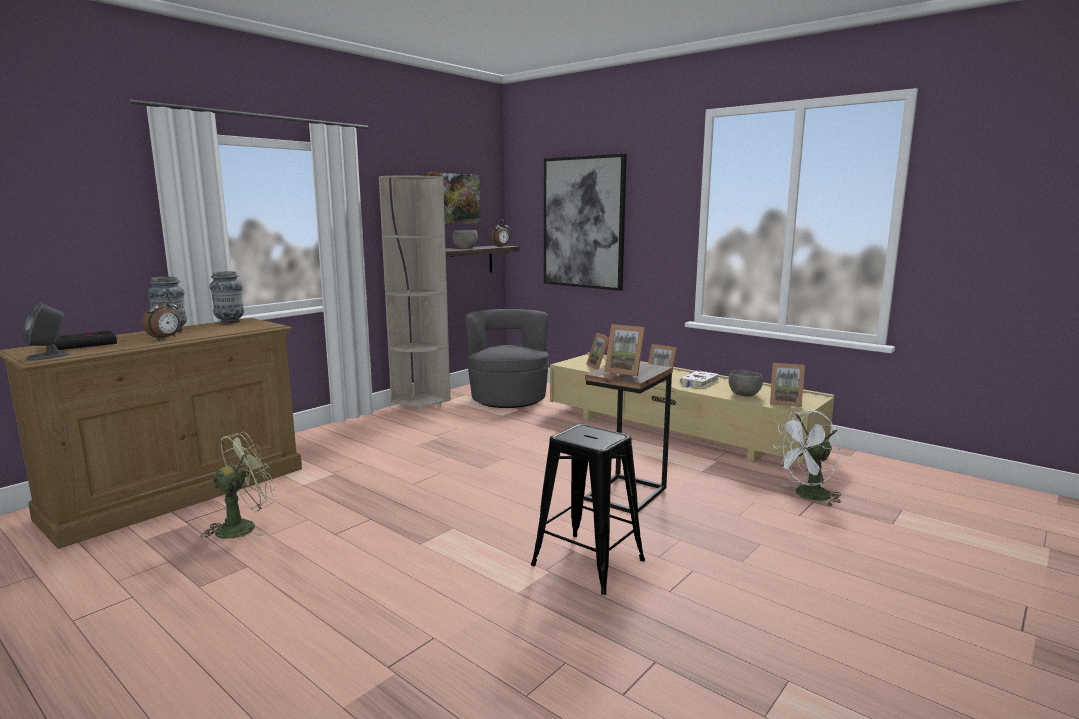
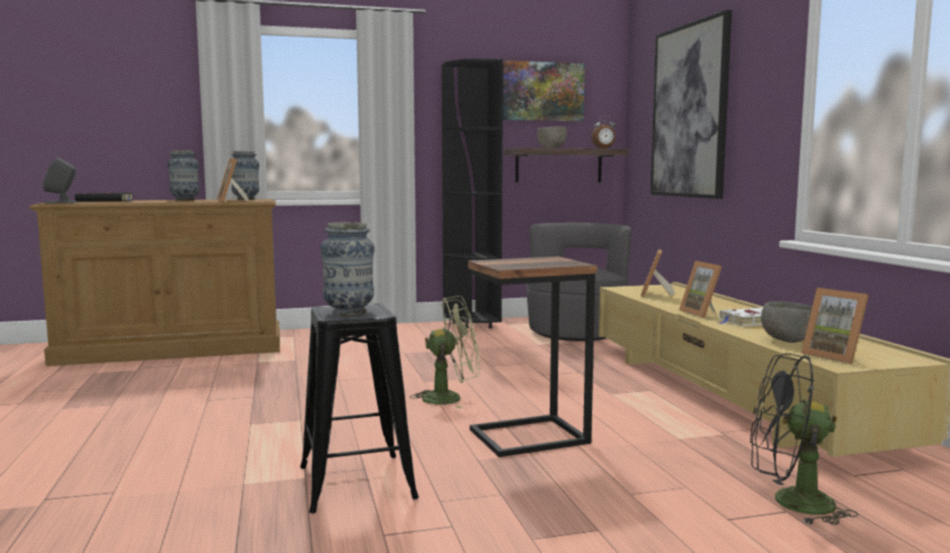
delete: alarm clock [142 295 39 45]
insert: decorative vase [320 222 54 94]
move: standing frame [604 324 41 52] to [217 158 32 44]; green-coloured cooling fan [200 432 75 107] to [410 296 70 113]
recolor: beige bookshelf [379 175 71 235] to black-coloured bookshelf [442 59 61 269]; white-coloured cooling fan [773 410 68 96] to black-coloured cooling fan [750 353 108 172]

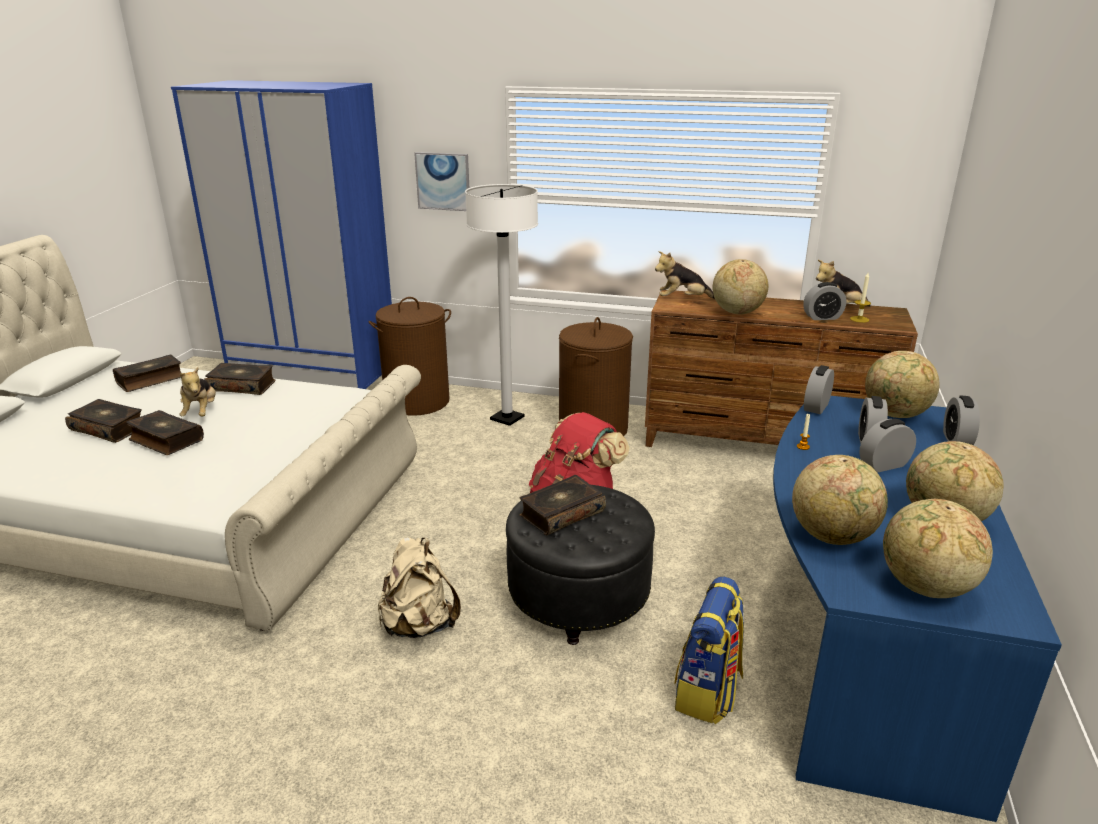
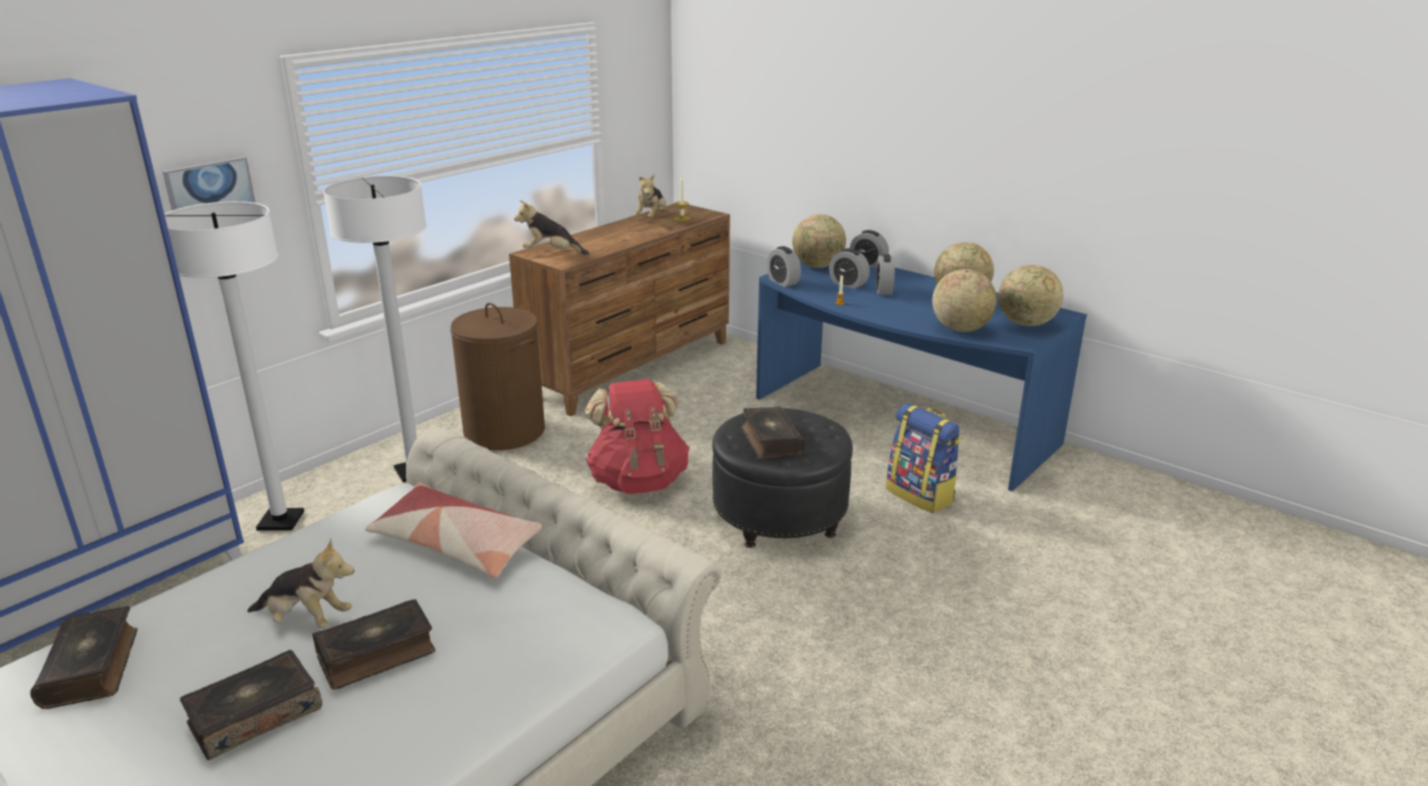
delete: world globe [712 259 56 55]; alarm clock [803 282 43 38]; bound book [204 363 71 32]; beige backpack [378 537 83 101]
insert: pillow [365 482 177 96]
replace: brown-coloured washing basket [368 297 83 119] to white-coloured floor lamp [164 201 140 330]
rotate: cuddly toy [655 251 60 48] = [514 200 75 55] 75 degrees clockwise

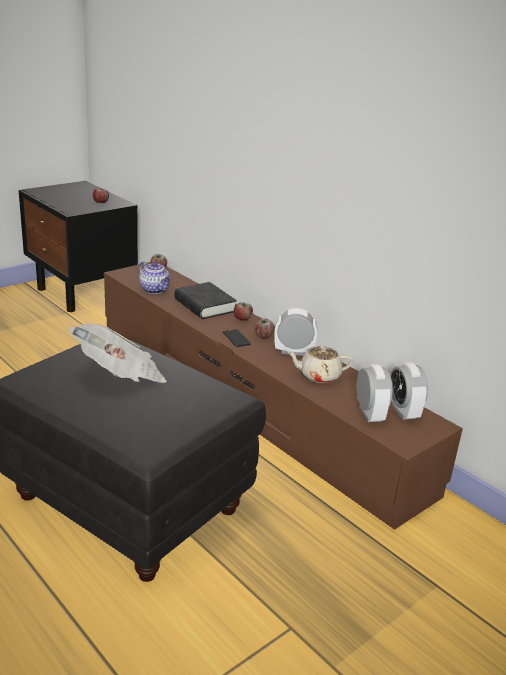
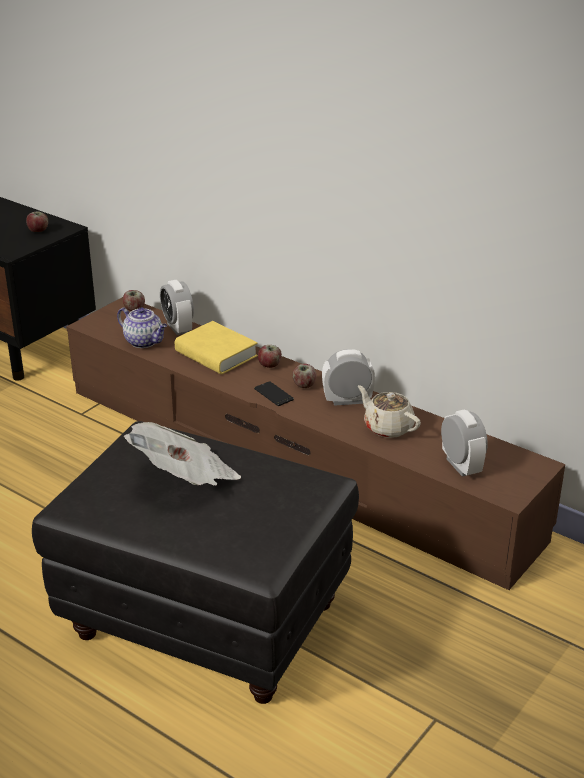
move: alarm clock [390 362 38 58] to [160 280 34 55]
recolor: black-coloured bound book [175 282 62 37] to yellow-coloured bound book [175 321 83 53]
rotate: beige teapot [287 345 67 38] = [358 385 63 53] 60 degrees clockwise

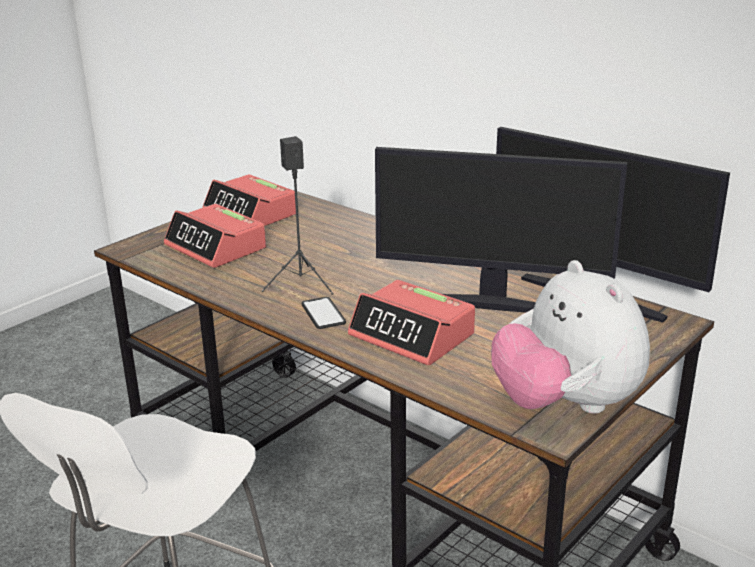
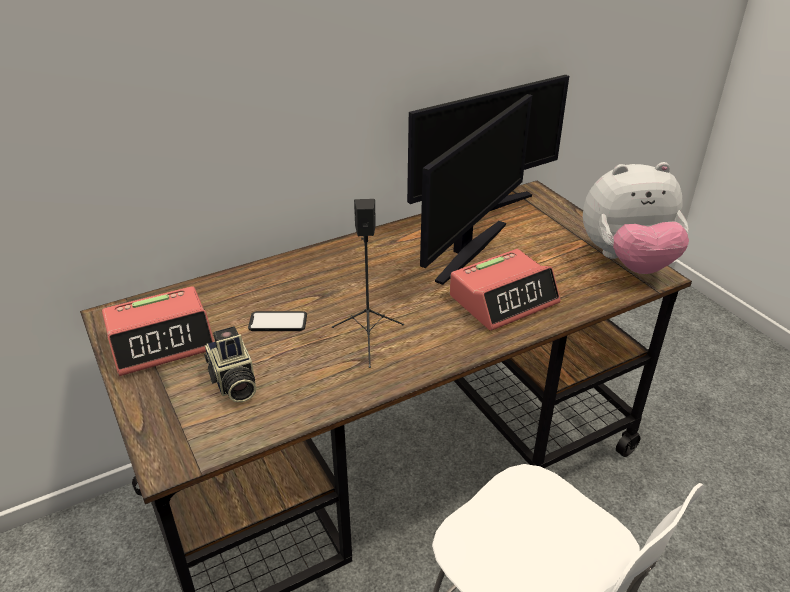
move: phone [302 297 44 32] to [248 311 59 20]
replace: alarm clock [164 204 102 64] to still camera [204 326 52 76]

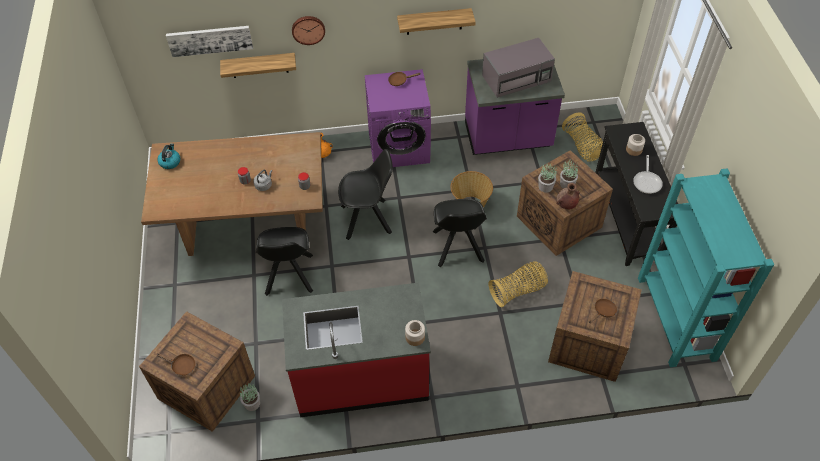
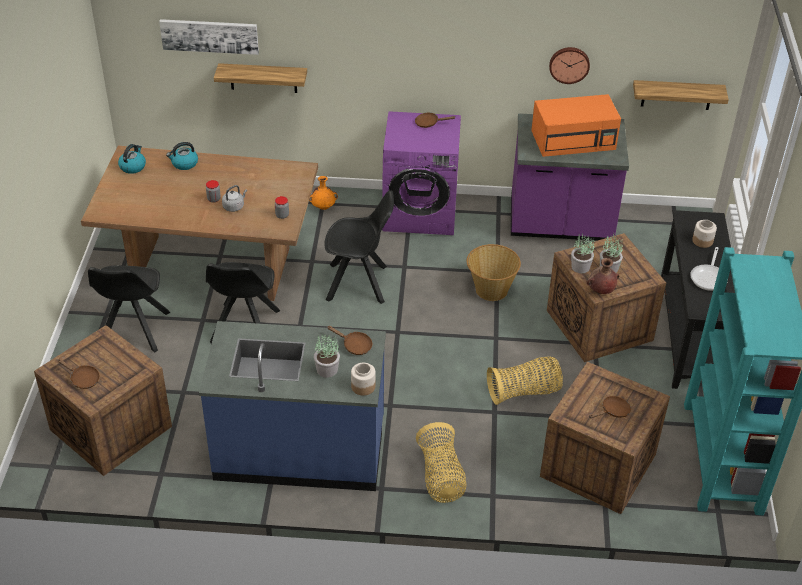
insert: water kettle [166 142 32 28]; brown-coloured pan [327 326 45 29]
move: wall shelf [397 8 79 27] to [633 80 96 30]; hanging clock [292 16 33 29] to [549 47 41 37]; household basket [562 112 41 50] to [416 422 51 81]; black-coloured upright chair [433 199 54 68] to [88 265 82 88]; plant in a pot [240 383 20 28] to [314 334 26 44]
recolor: gray microwave [482 38 73 60] to orangey microwave [531 94 90 63]; red-coloured kitchen base unit [282 283 149 134] to blue kitchen base unit [199 321 187 170]

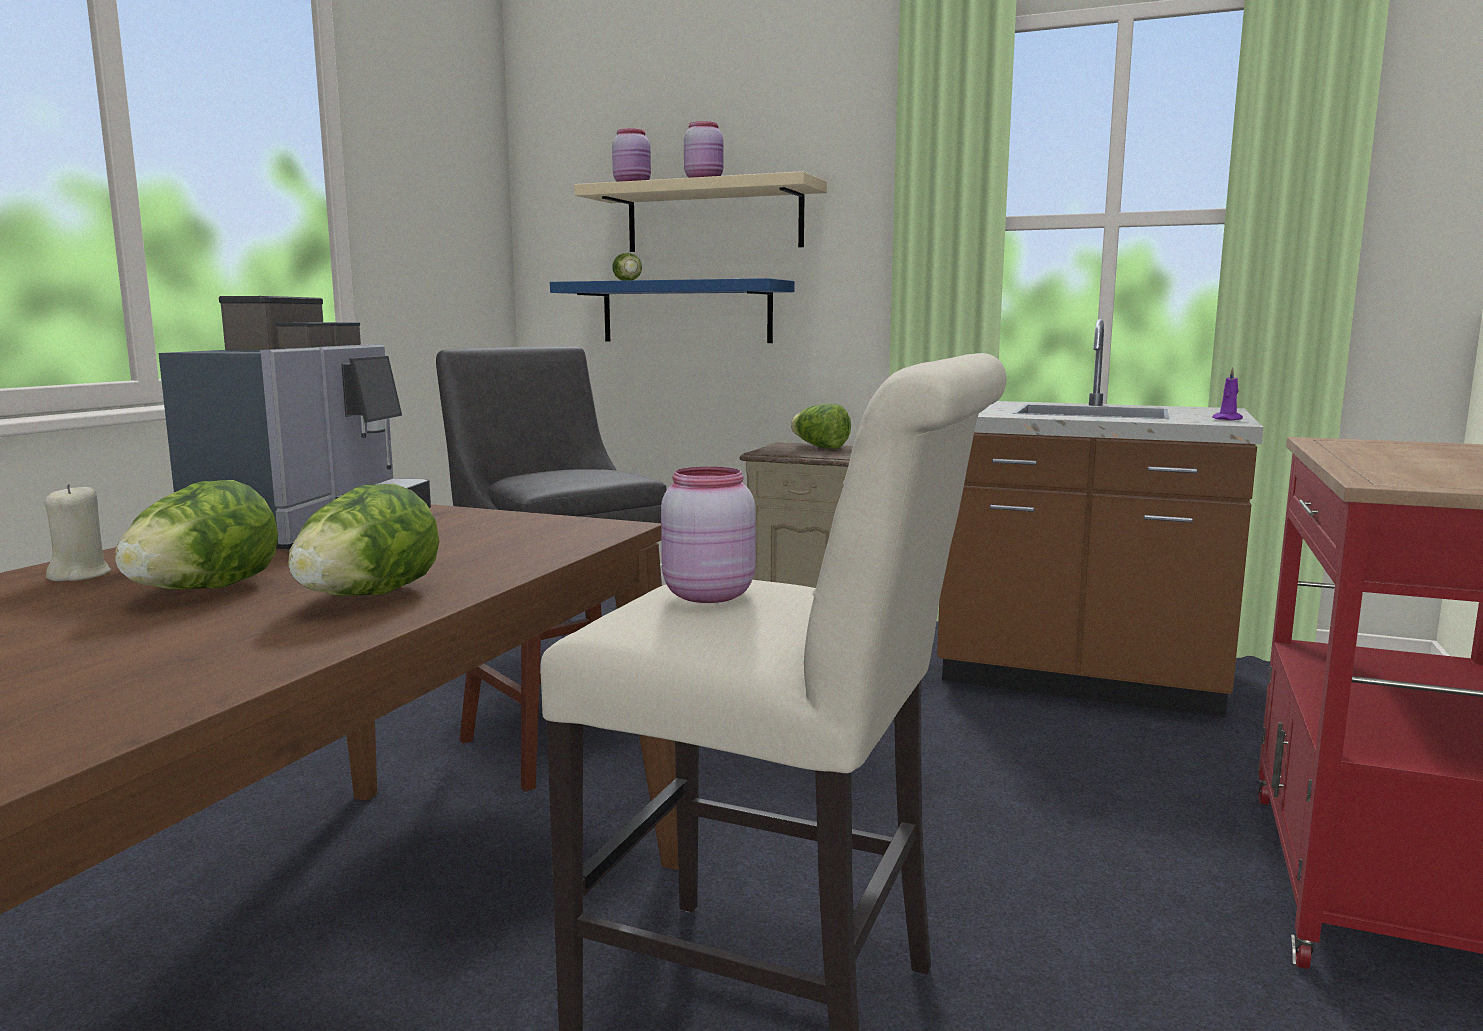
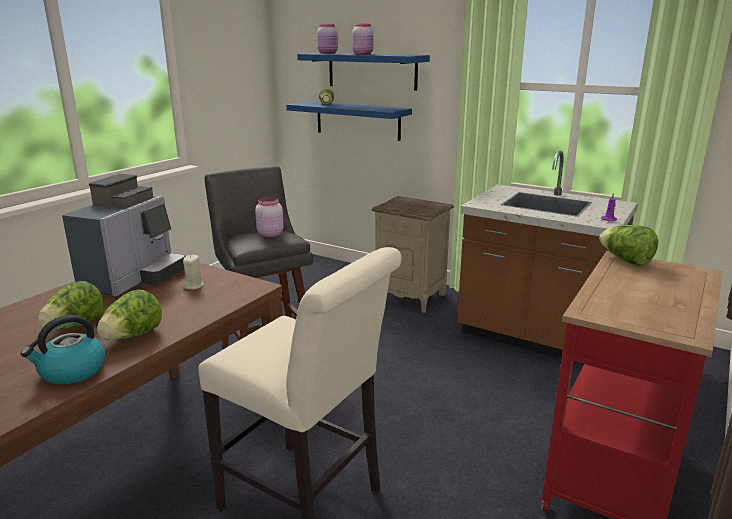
insert: water kettle [21 315 84 69]
move: head of lettuce [791 404 60 45] to [600 225 58 41]; pinkish jar [661 467 95 136] to [255 197 29 40]; beige wax candle [44 484 67 97] to [183 255 21 35]
recolor: beige wall shelf [574 171 253 81] to blue wall shelf [297 53 133 38]

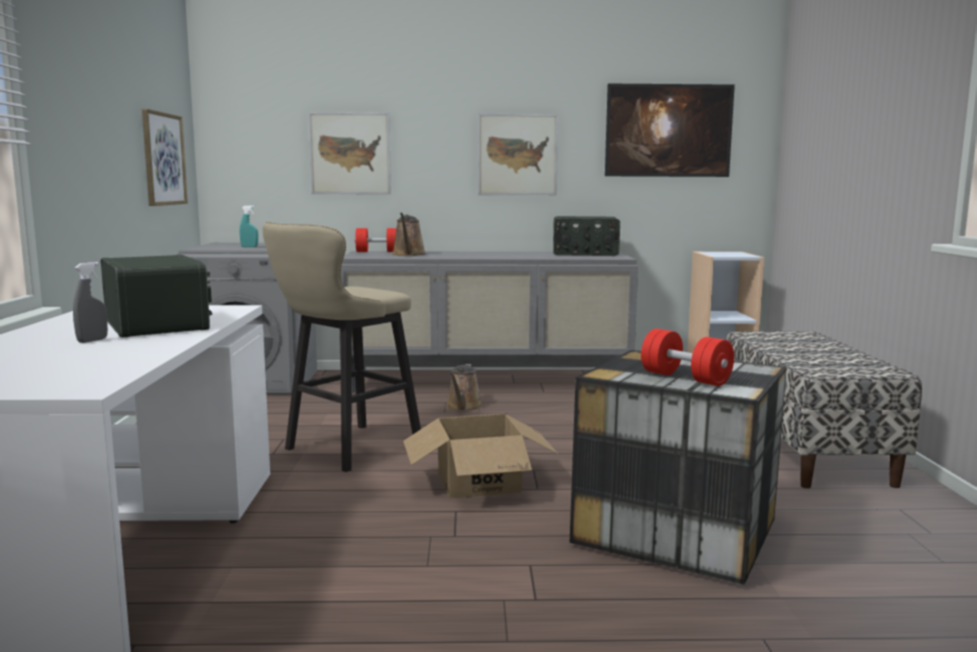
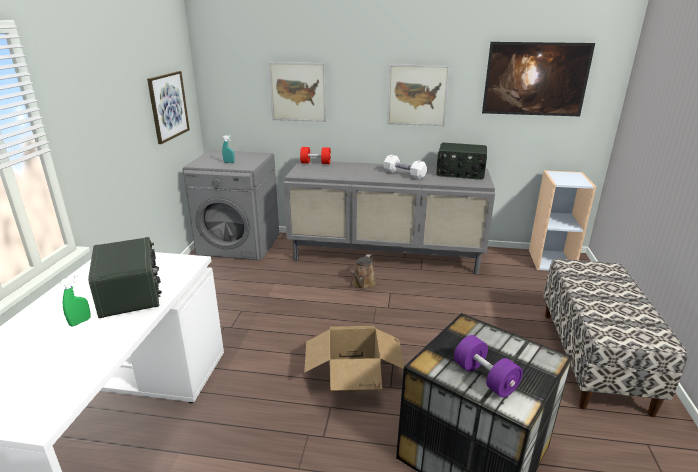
delete: brown-coloured watering can [392 213 34 43]; beige stool [263 222 158 250]
insert: white-coloured dumbbell [384 155 43 24]
recolor: gray spray bottle [73 262 35 81] to green-coloured spray bottle [60 274 31 52]; red-coloured dumbbell [641 329 93 57] to purple dumbbell [454 335 69 63]

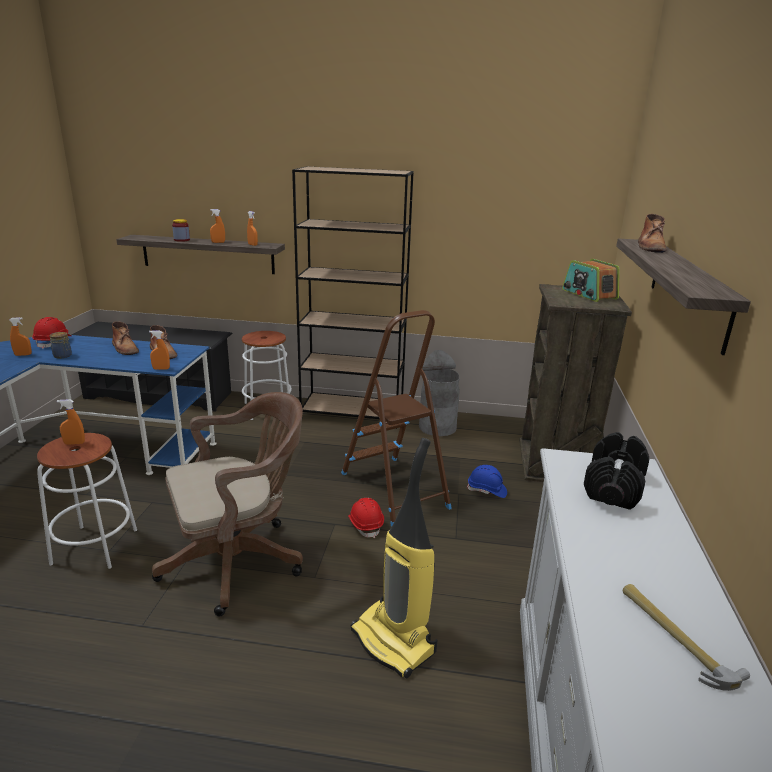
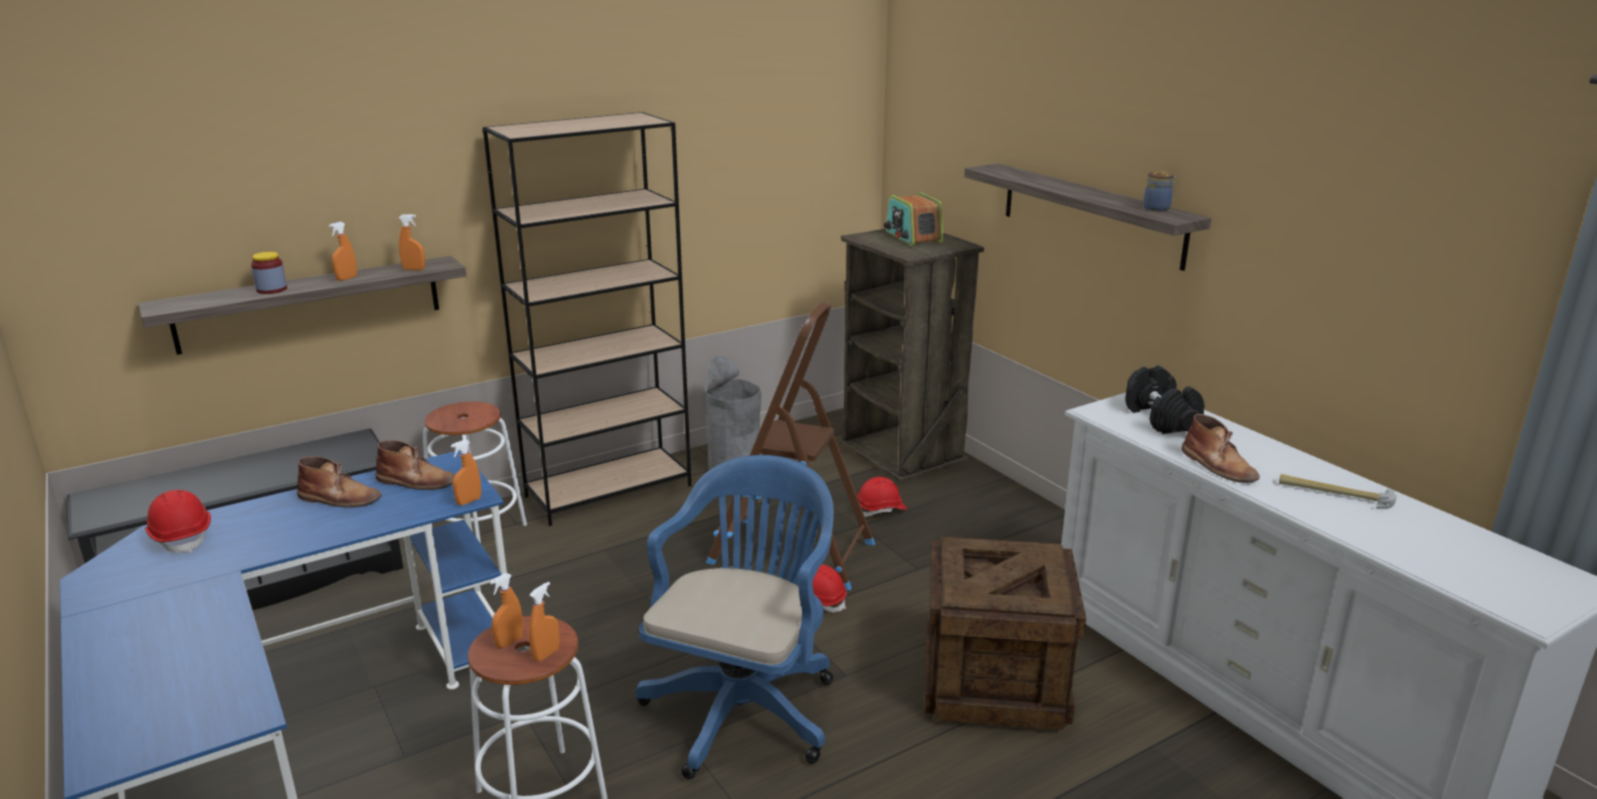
move: brown-coloured tall boot [638 214 29 39] to [1182 414 78 69]; orangey spray bottle [9 317 23 39] to [529 582 31 80]; jar [49 332 23 27] to [1143 171 33 41]
replace: vacuum [351 438 86 240] to shipping crate [925 536 161 194]
recolor: brown-coloured office chair [152 392 151 225] to blue office chair [635 455 199 324]; blue safety helmet [467 465 40 33] to red-coloured safety helmet [857 477 50 40]
rotate: radio set [562 259 58 43] = [884 192 59 54] 45 degrees clockwise

